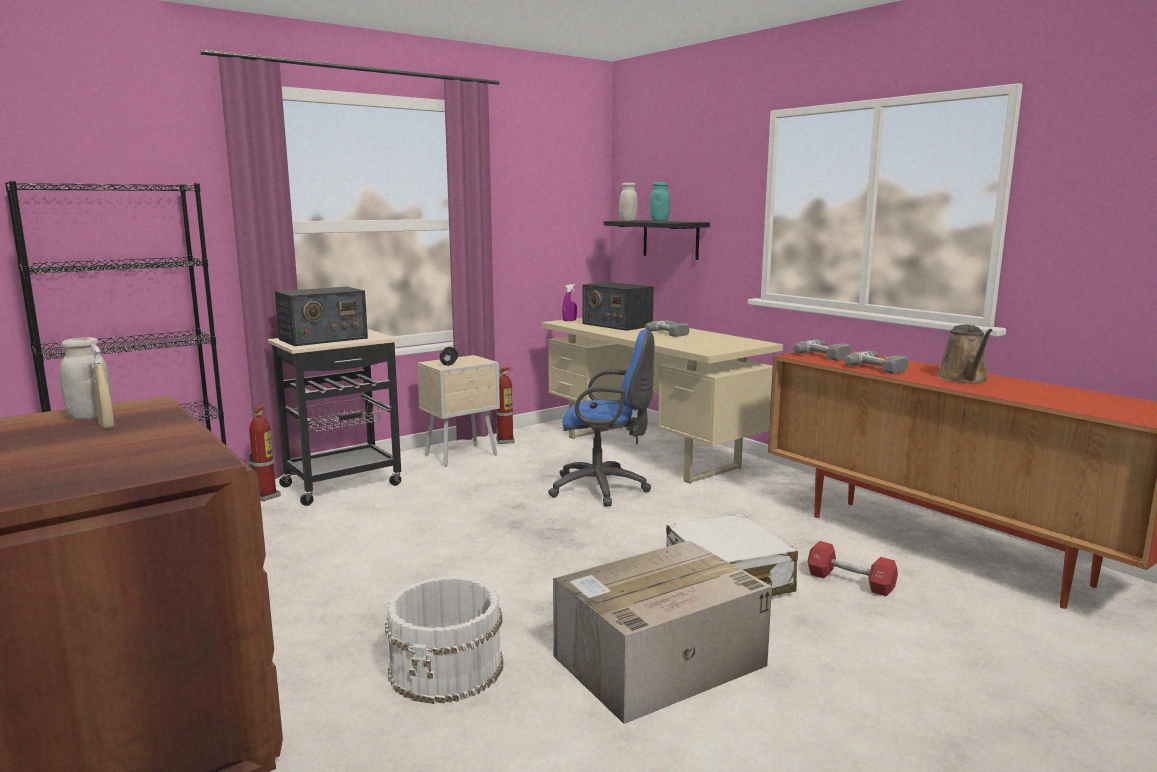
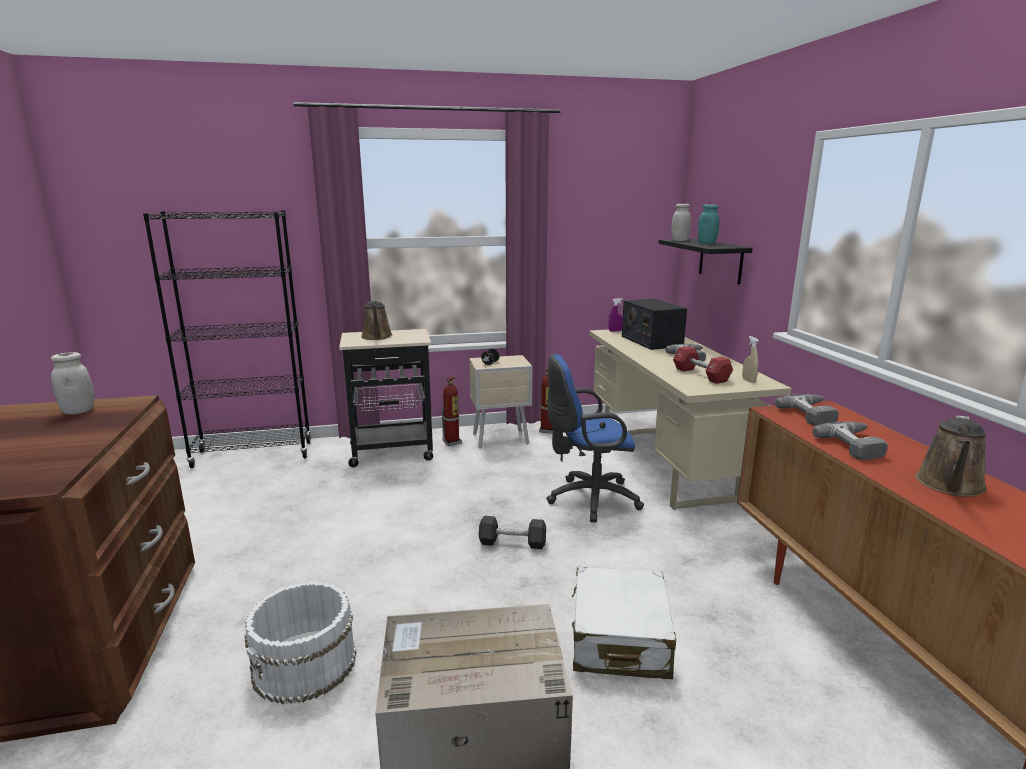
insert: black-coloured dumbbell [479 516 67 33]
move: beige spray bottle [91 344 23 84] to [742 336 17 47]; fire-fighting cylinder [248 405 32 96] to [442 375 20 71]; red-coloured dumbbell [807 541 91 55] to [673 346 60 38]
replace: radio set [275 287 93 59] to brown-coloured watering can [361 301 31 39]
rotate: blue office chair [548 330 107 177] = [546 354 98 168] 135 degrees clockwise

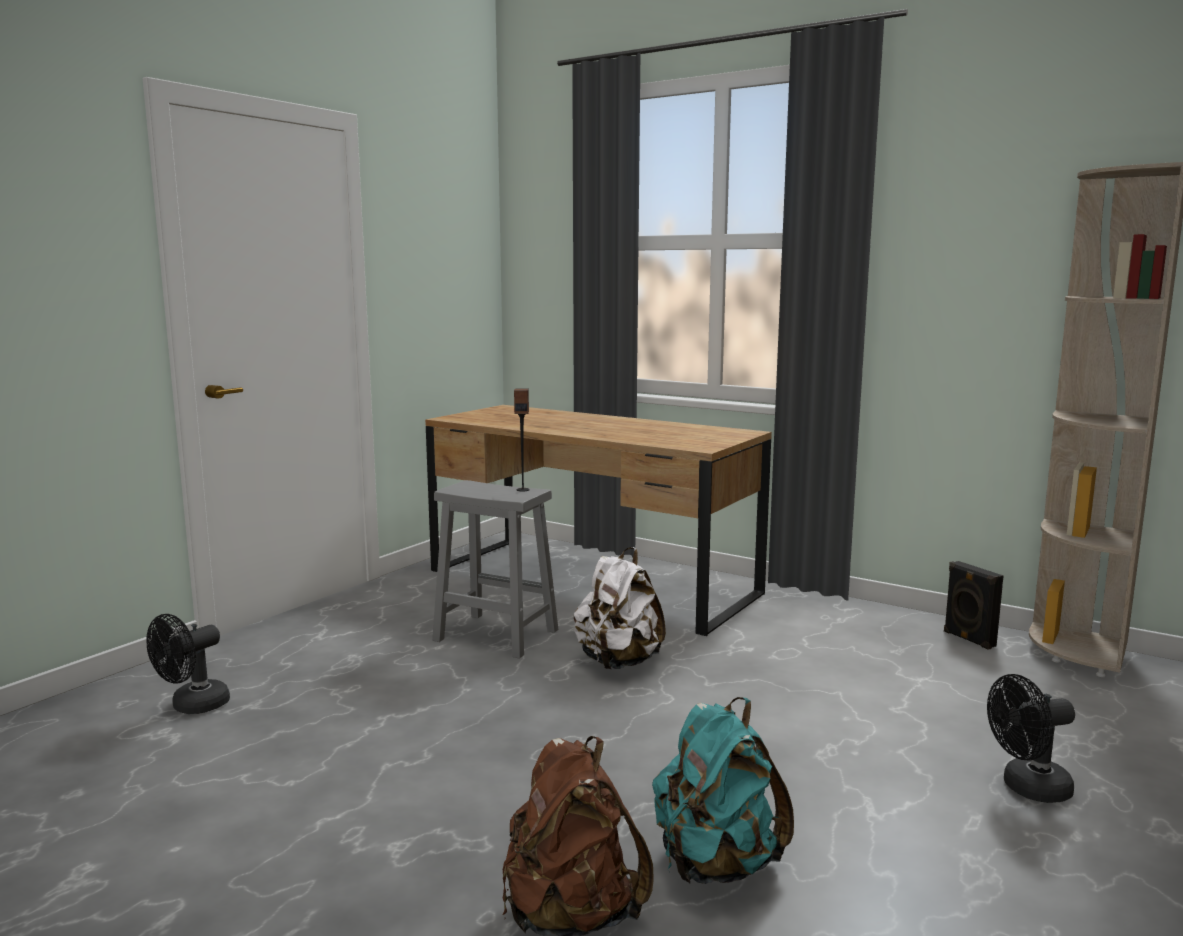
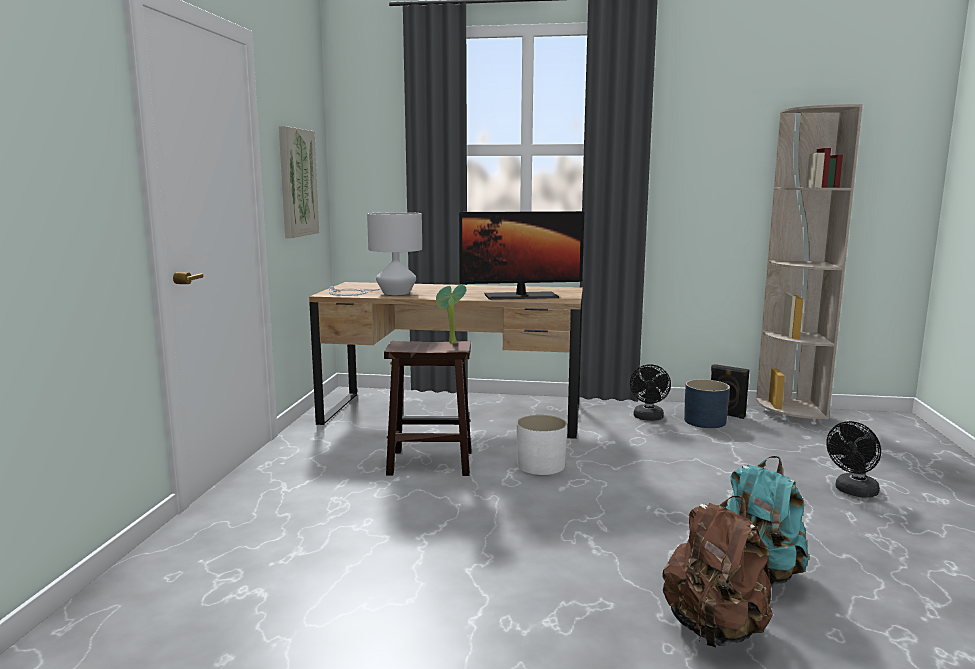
insert: picture [279 126 40 112]; monitor [459 211 125 89]; gray tabletop lamp [329 212 93 84]; blue planter [684 379 46 49]
move: black-coloured cooling fan [146 614 84 100] to [630 364 41 57]
replace: audio speaker [514 389 16 103] to plant in a pot [436 285 31 59]; white-coloured backpack [574 547 92 122] to white-coloured planter [517 415 50 60]
recolor: gray stool [432 480 126 179] to brown-coloured stool [384 341 88 135]

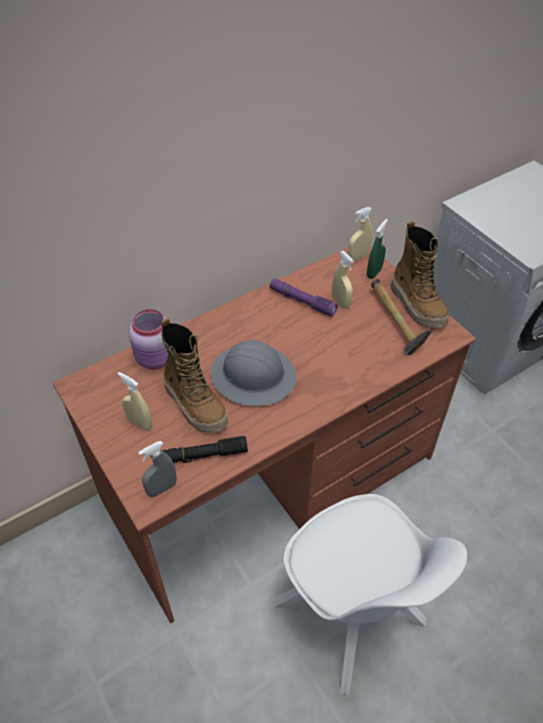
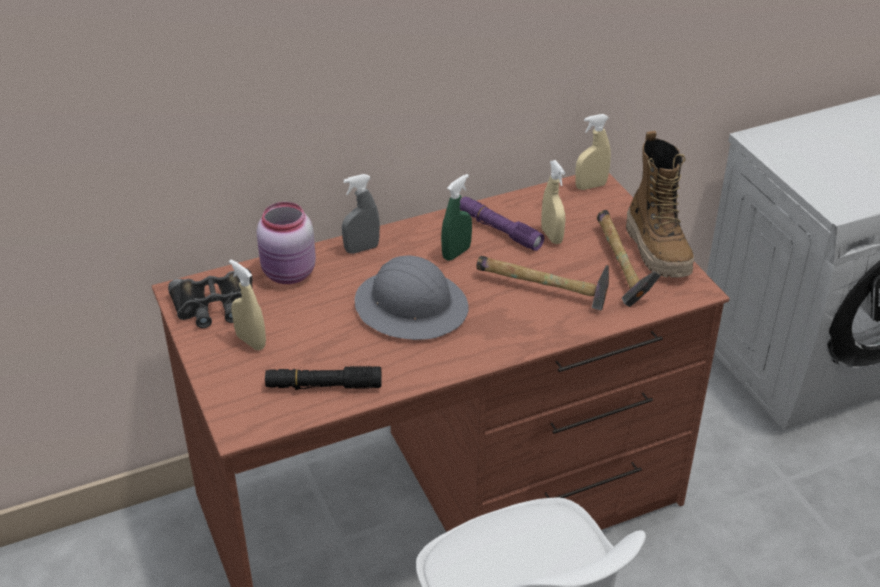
delete: tall boot [161 318 67 115]
insert: hand hammer [476 256 133 54]; black-coloured binoculars [168 268 85 60]
move: green-coloured spray bottle [367 219 21 60] to [441 174 31 87]; gray spray bottle [138 441 39 56] to [342 174 38 80]

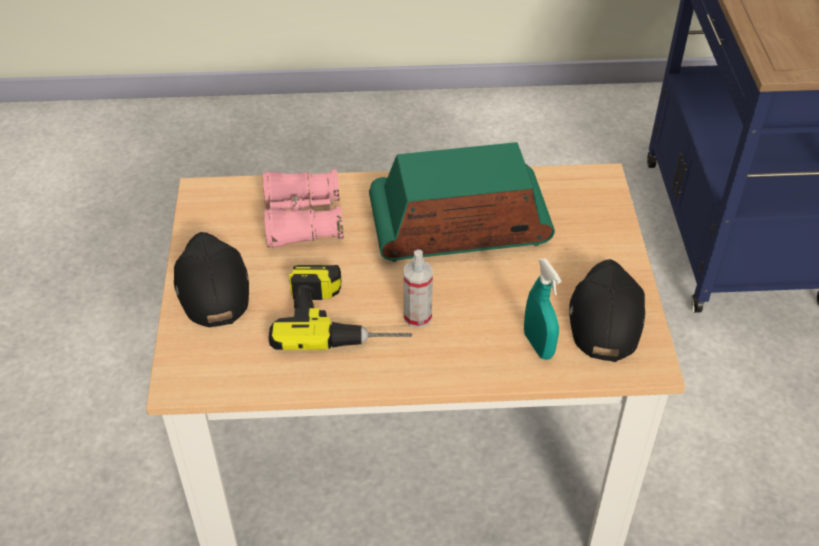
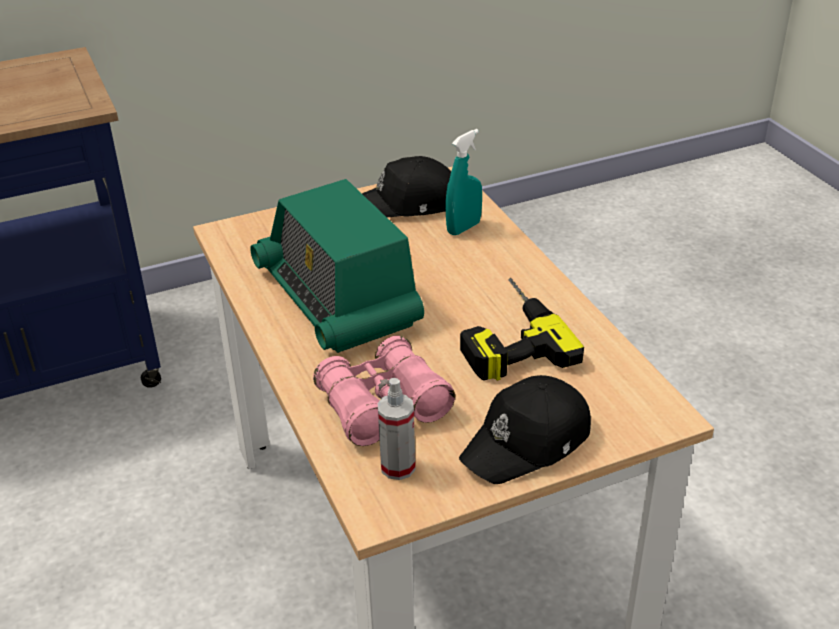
move: spray bottle [404 250 29 78] to [378 378 37 102]

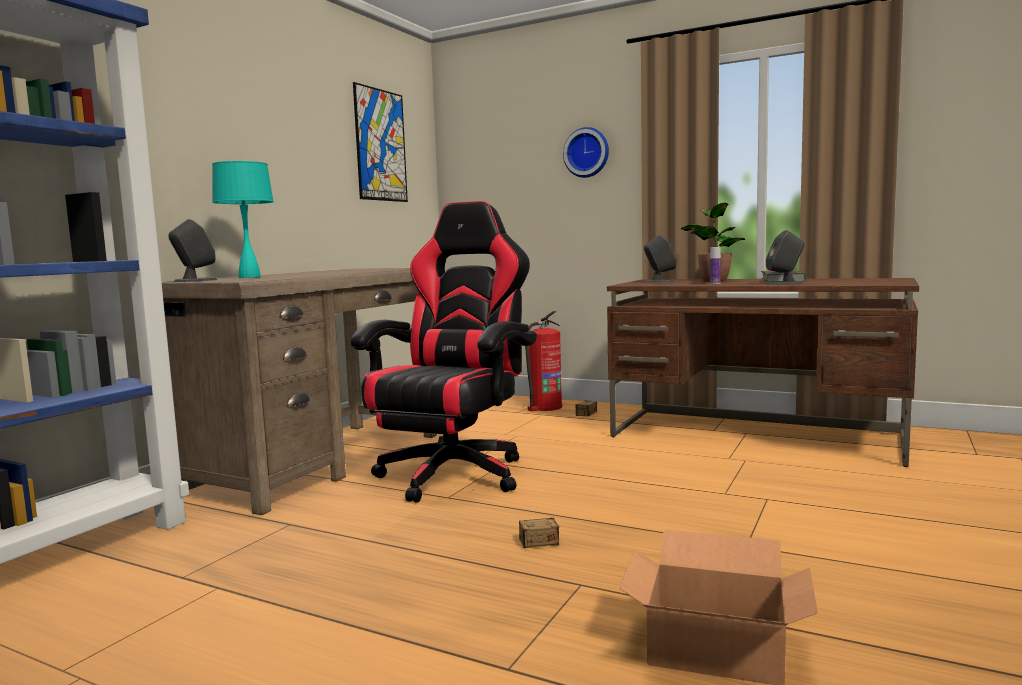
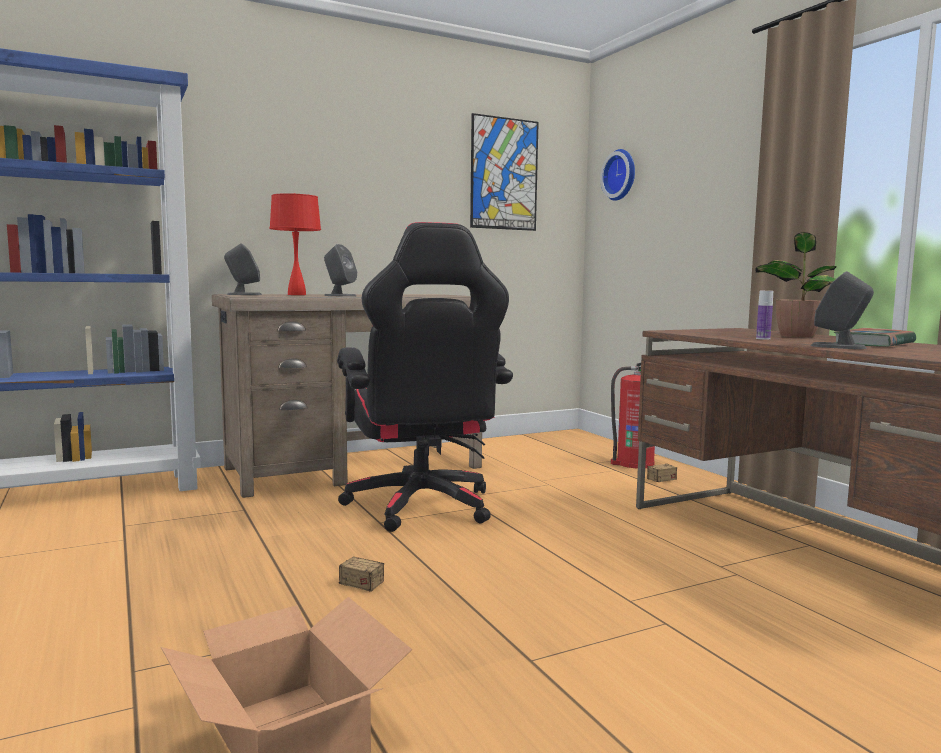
move: hanging clock [563 127 46 51] to [600 149 35 52]; gray audio speaker [644 235 32 48] to [324 244 33 53]
recolor: turquoise-coloured tabletop lamp [212 161 62 117] to red-coloured tabletop lamp [270 193 51 102]
rotate: black-coloured office chair [351 201 186 301] = [337 222 176 310] 105 degrees clockwise

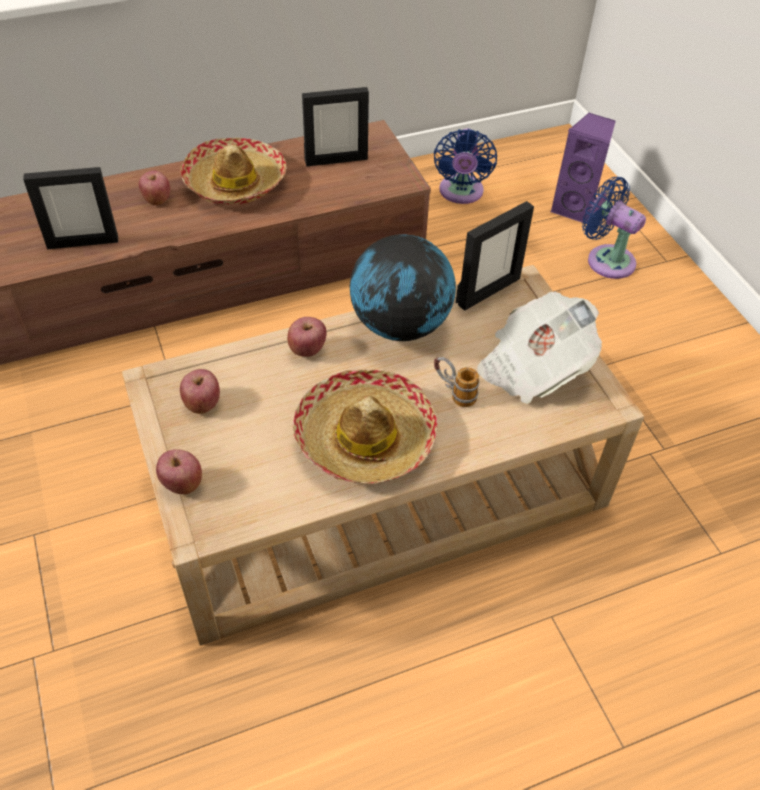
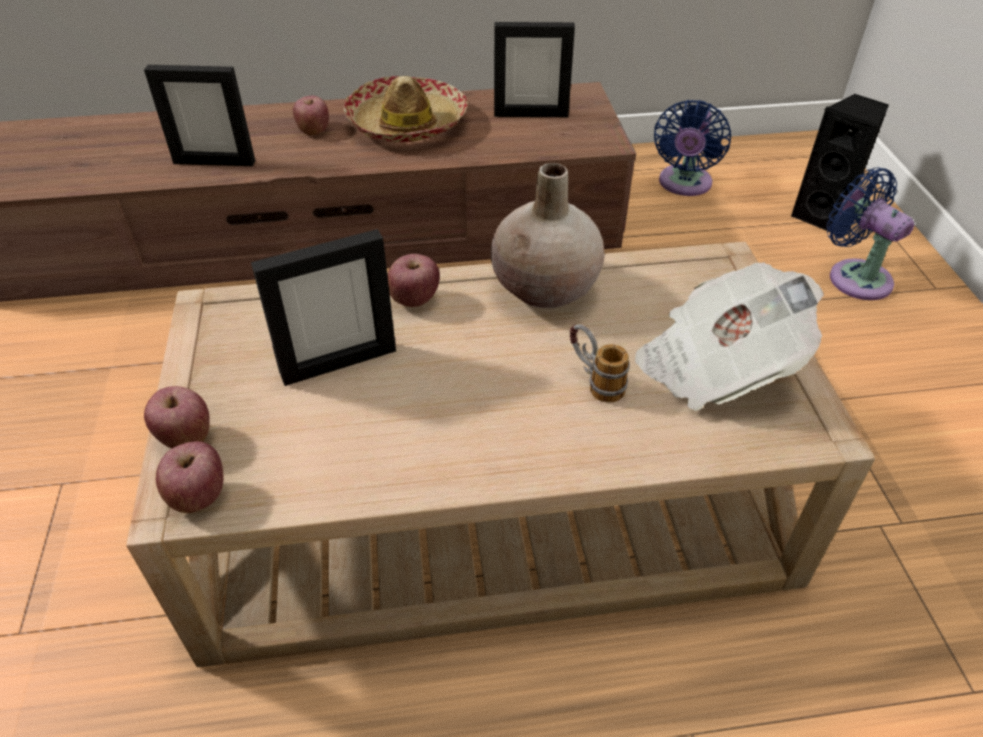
delete: clothing hat [293 369 144 115]
move: standing frame [456 201 78 110] to [251 229 145 157]; apple [180 369 40 45] to [156 441 67 72]
replace: world globe [350 234 106 107] to beige decorative vase [491 163 113 145]
recolor: purple audio speaker [551 113 65 110] to black-coloured audio speaker [791 93 98 139]

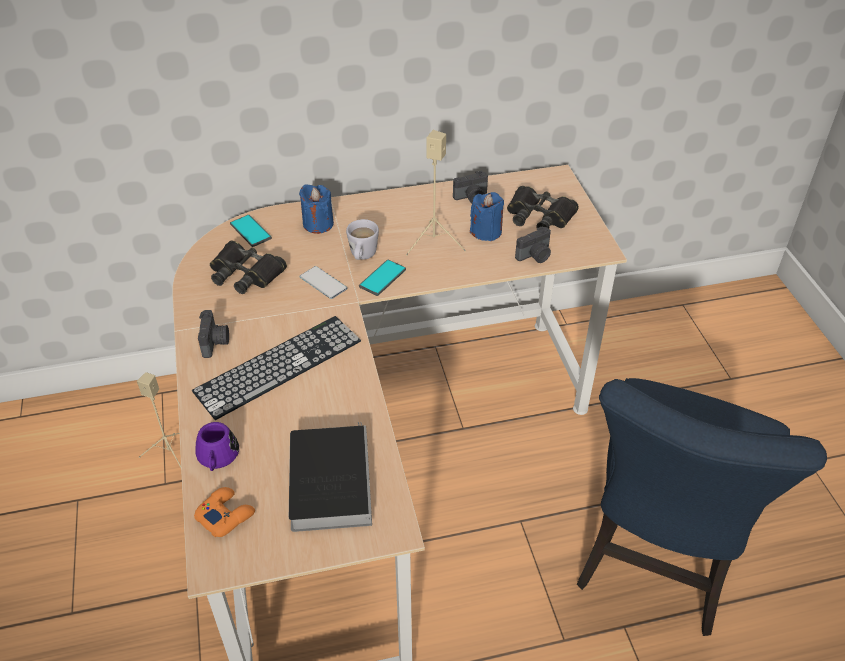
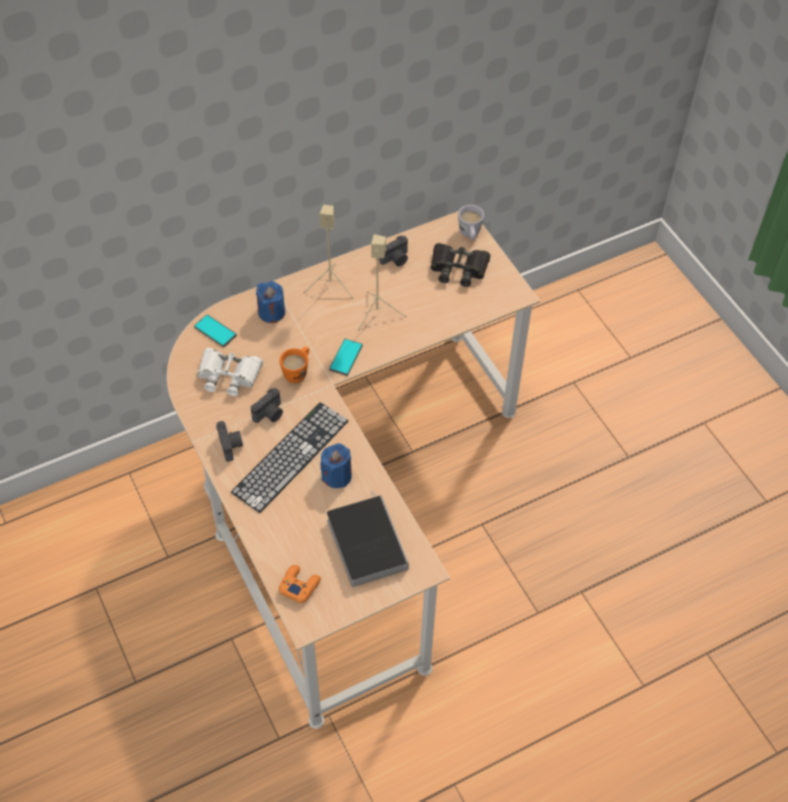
delete: blue upright chair [577 378 250 258]; purple coffee mug [195 422 44 49]
move: blue wax candle [470 192 34 49] to [321 443 31 45]; white-coloured coffee mug [346 219 33 41] to [458 205 26 35]; still camera [515 226 36 37] to [251 388 32 35]; beige audio speaker [137 372 44 96] to [303 205 51 94]
replace: phone [299 266 48 33] to orangey coffee mug [279 347 30 36]
recolor: black-coloured binoculars [210 240 77 54] to white-coloured binoculars [197 348 66 48]

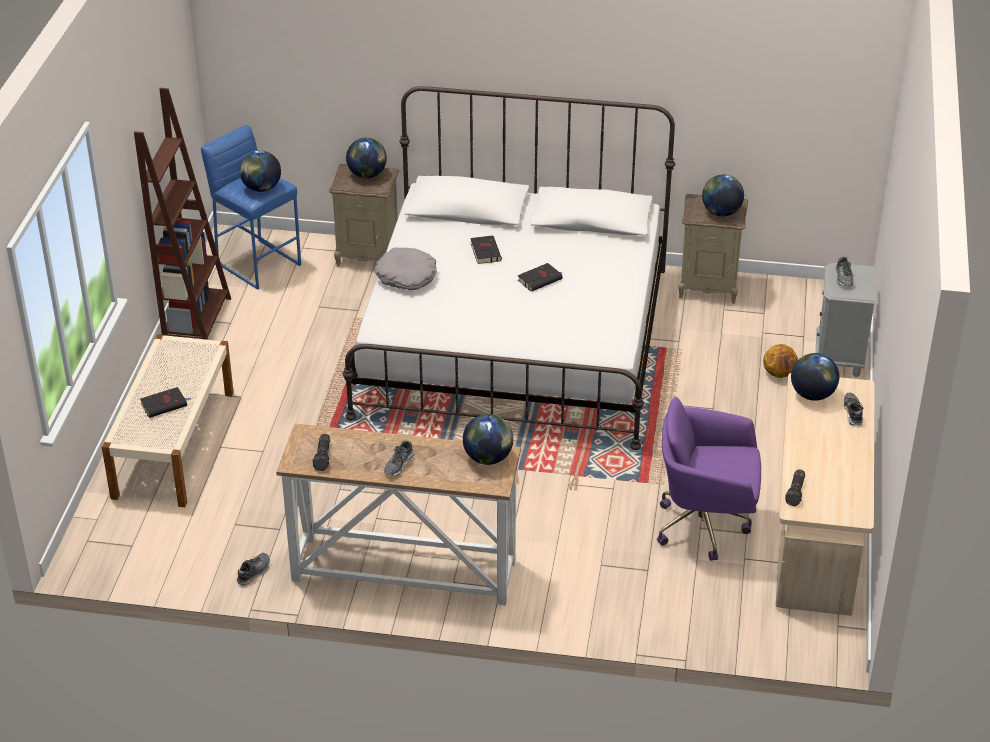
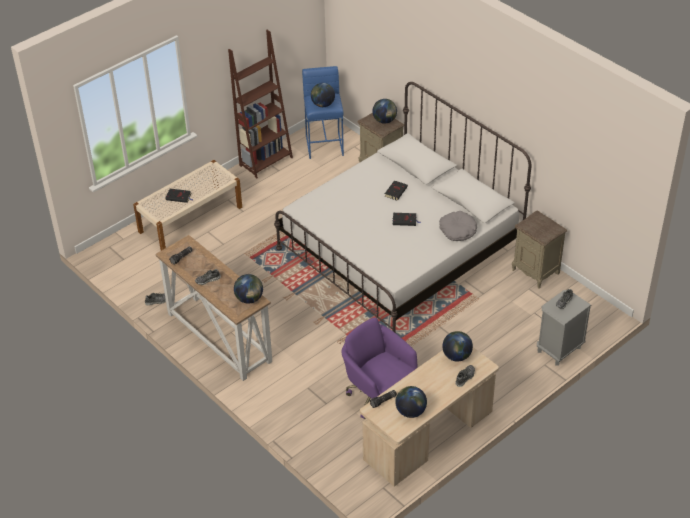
delete: ball for basketball [763 344 35 34]
move: world globe [702 175 42 41] to [395 386 32 32]; gray pillow [374 248 63 42] to [439 211 38 30]

